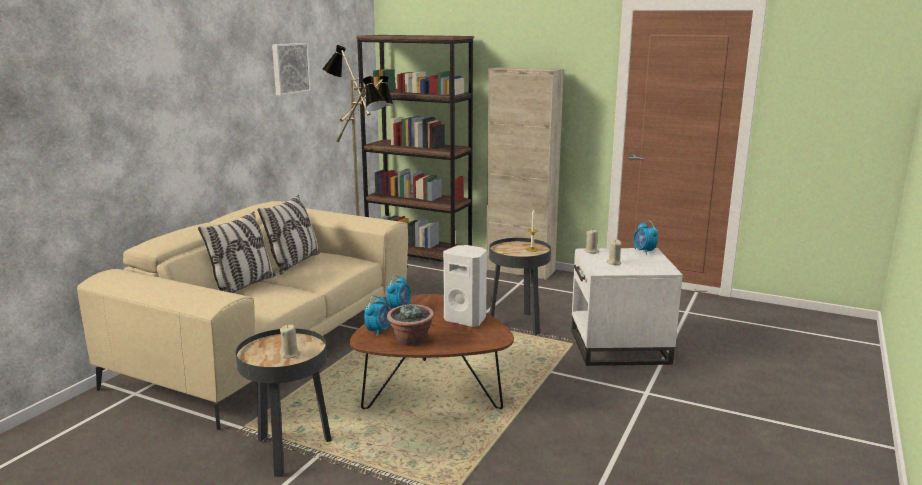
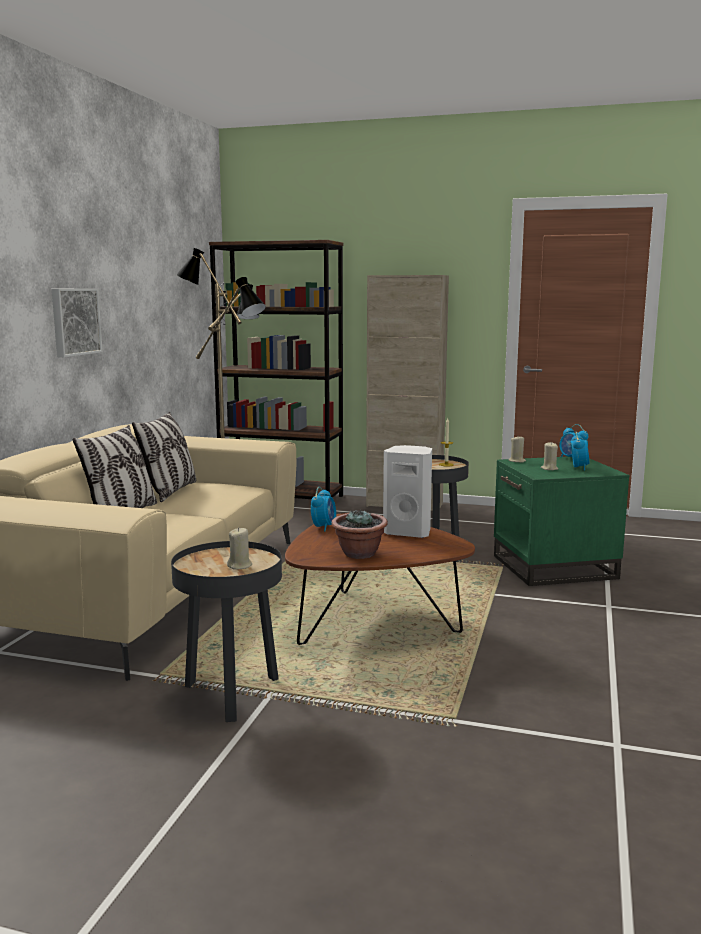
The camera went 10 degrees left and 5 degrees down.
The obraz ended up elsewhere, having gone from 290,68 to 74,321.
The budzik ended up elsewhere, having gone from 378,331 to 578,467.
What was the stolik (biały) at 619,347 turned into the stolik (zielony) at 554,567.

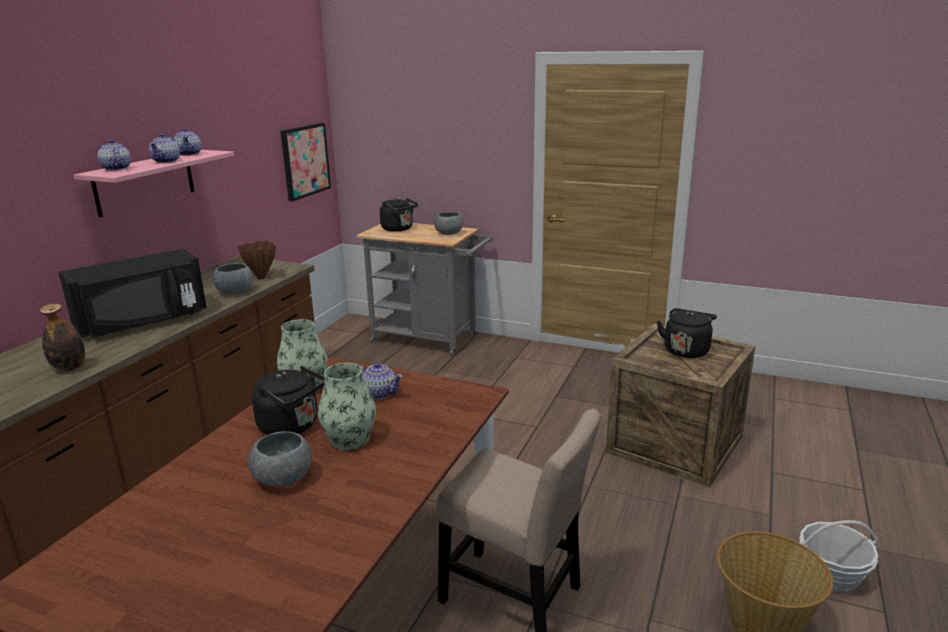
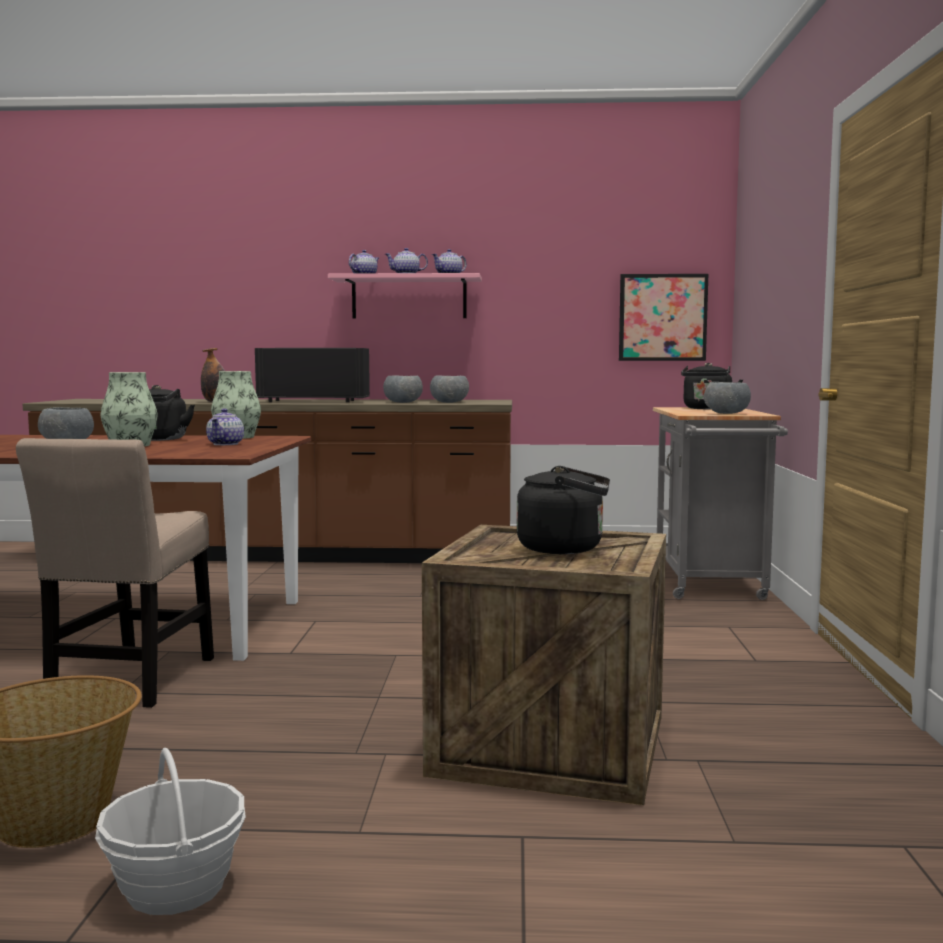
The camera went 70 degrees right and 15 degrees down.
Where the wazon (brązowy) stood at 260,278, the miska (szary) came to stand at 450,402.
The mikrofalówka (czarny) at 143,321 ended up facing another way, 150 degrees clockwise from before.

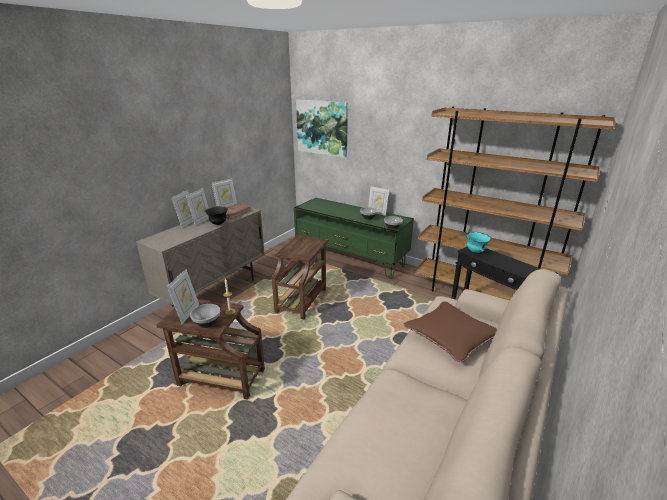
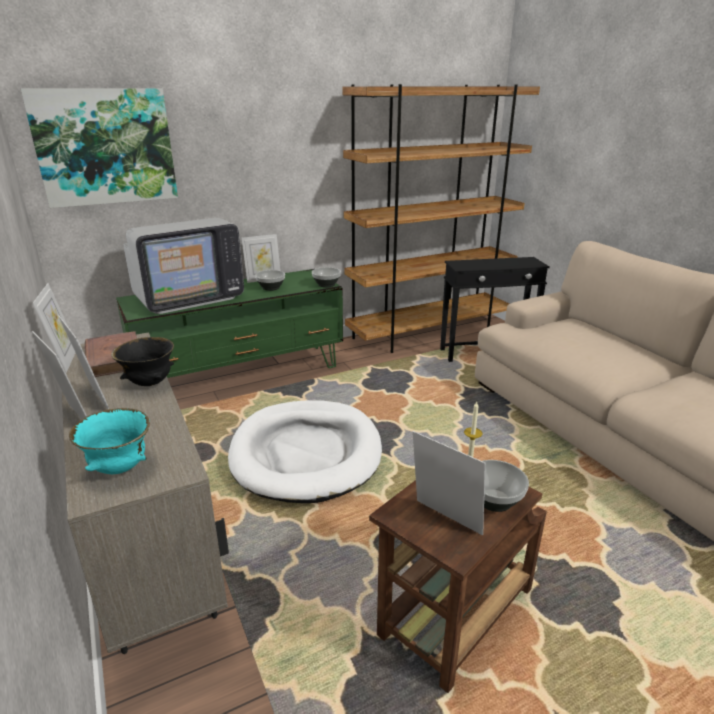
The camera went 60 degrees left and 0 degrees up.
The second view lost the poduszka (brązowy) at 450,335.
The second view gained the telewizor at 189,298.
The miska (turkusowy) ended up elsewhere, having gone from 475,252 to 119,469.
Where the stolik (brązowy) stood at 302,299, the legowisko (biały) came to stand at 306,454.

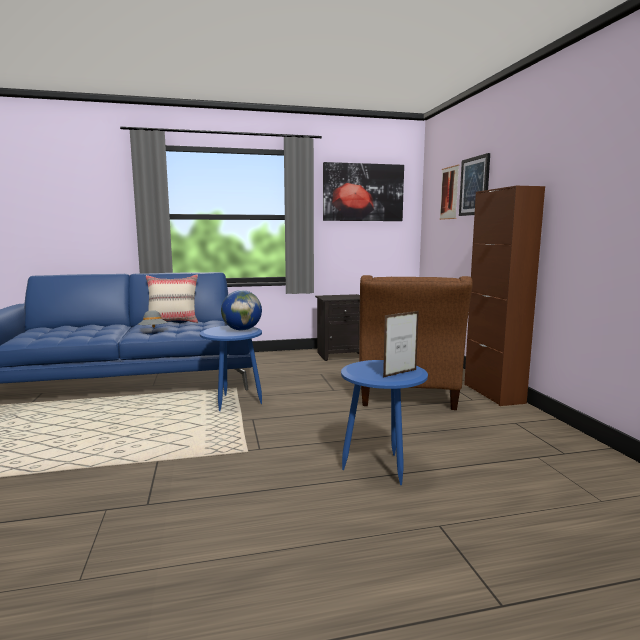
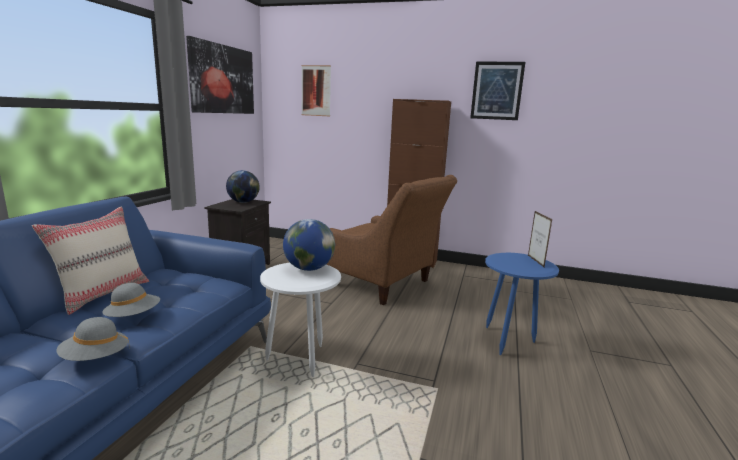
The camera went 60 degrees left and 5 degrees up.
The second view gained the kapelusz (szary) at 95,358.
The second view gained the globus at 243,202.
The obraz ended up elsewhere, having gone from 474,186 to 497,91.
What was the stolik (niebieski) at 233,404 turned into the stolik (biały) at 301,363.

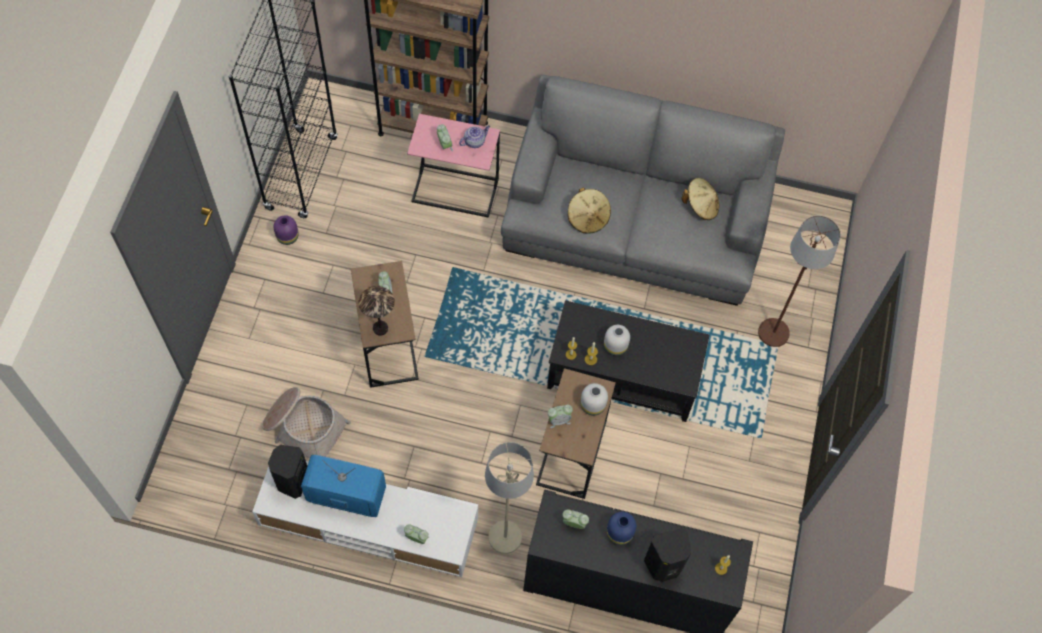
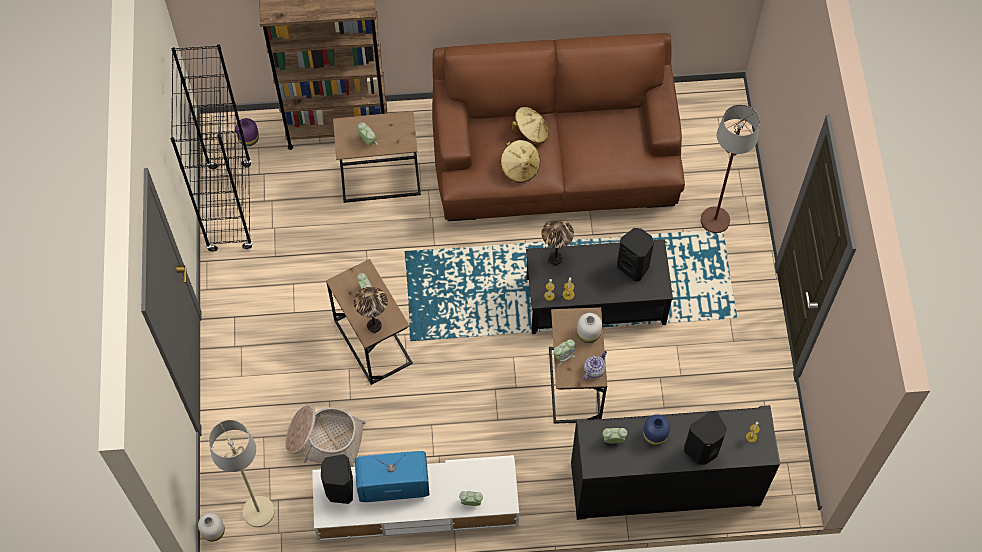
The camera went 15 degrees left and 0 degrees up.
The second view gained the lampa stołowa at 555,258.
The second view gained the głośnik (czarny) at 634,266.
The wazon (fioletowy) ended up elsewhere, having gone from 287,236 to 248,138.
The imbryk ended up elsewhere, having gone from 475,141 to 594,369.
The lampa stojąca (beżowy) ended up elsewhere, having gone from 504,537 to 258,512.
The wazon (biały) ended up elsewhere, having gone from 614,346 to 213,531.
The kapelusz (beżowy) ended up elsewhere, having gone from 701,206 to 531,132.
What was the stolik (różowy) at 455,190 turned into the stolik (brązowy) at 380,179.
What was the kanapa (szary) at 635,220 turned into the kanapa (brązowy) at 555,156.

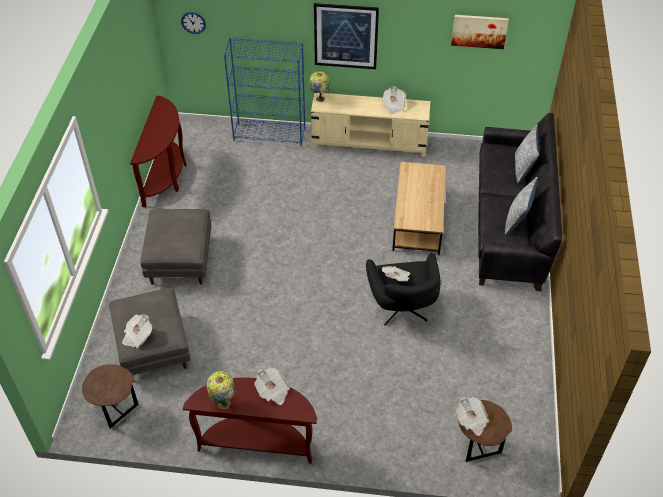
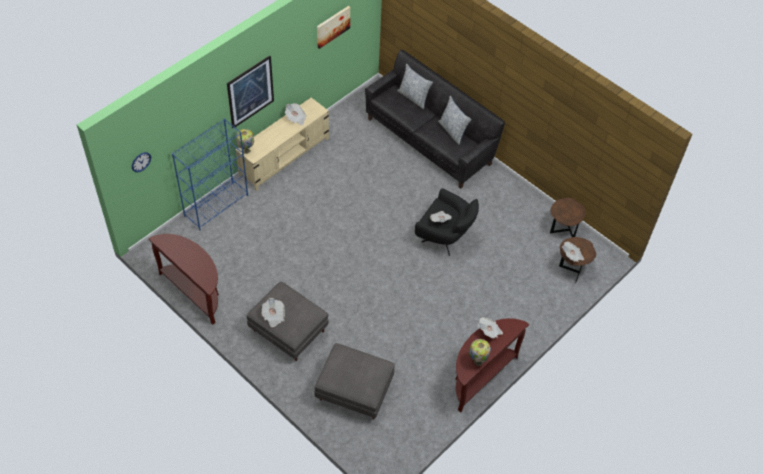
The camera went 55 degrees left and 5 degrees up.
The second view lost the ława (brązowy) at 418,219.
The stolik (brązowy) ended up elsewhere, having gone from 116,410 to 562,232.
The gazeta ended up elsewhere, having gone from 137,336 to 273,316.

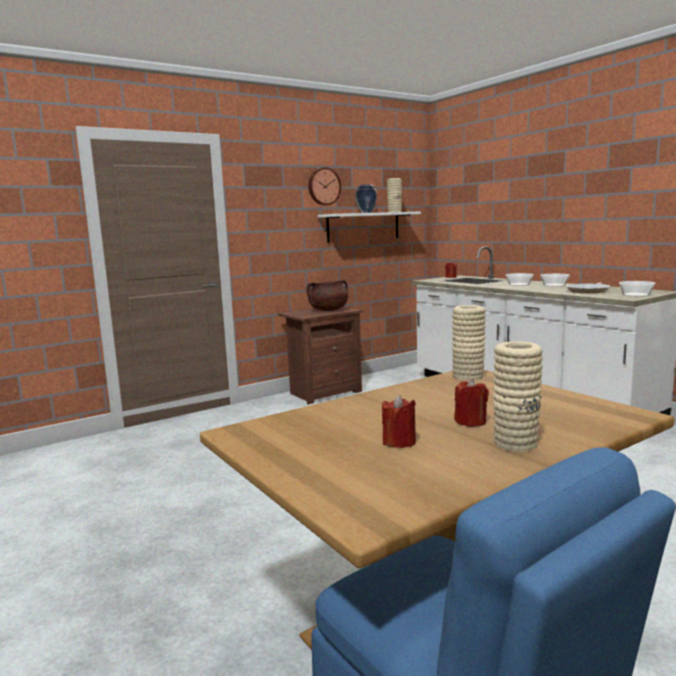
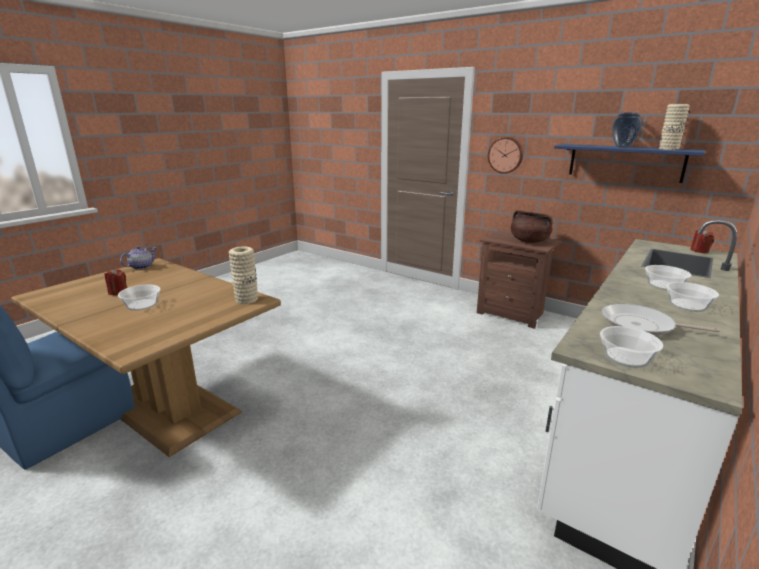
The camera went 70 degrees right and 10 degrees up.
The second view lost the wazon (beżowy) at 515,443.
The second view gained the imbryk at 141,267.
The zegar ścienny ended up elsewhere, having gone from 323,186 to 505,155.
Where the świeca (czerwony) stood at 470,422, the miska came to stand at 141,305.
What was the półka (biały) at 363,226 turned into the półka (niebieski) at 625,162.

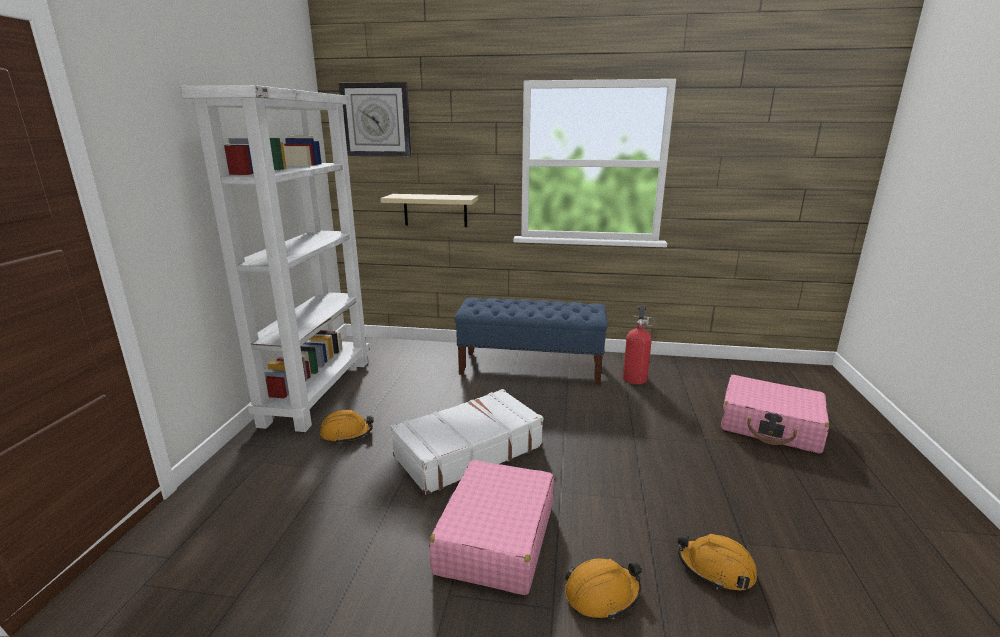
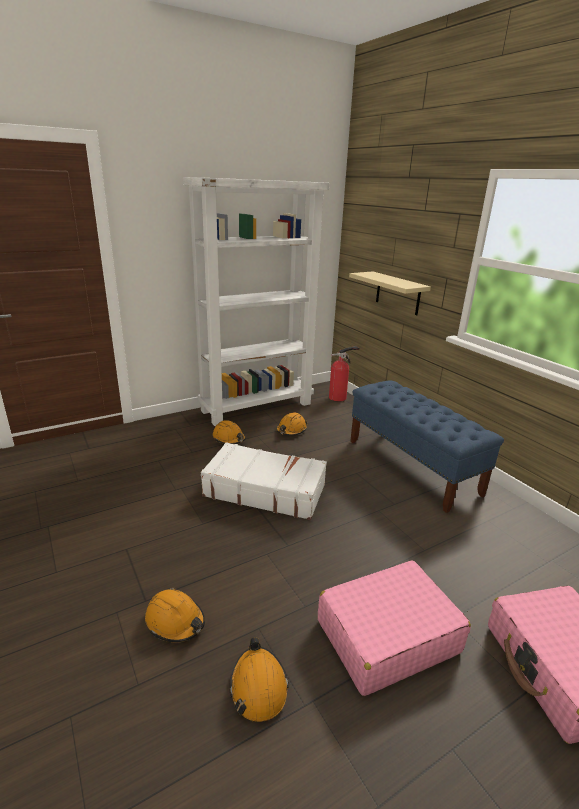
The camera went 50 degrees right and 5 degrees up.
The second view lost the zegar ścienny at 376,120.
The second view gained the kask (pomarańczowy) at 291,430.
The walizka (różowy) ended up elsewhere, having gone from 495,538 to 386,636.
The gaśnica ended up elsewhere, having gone from 635,377 to 339,397.

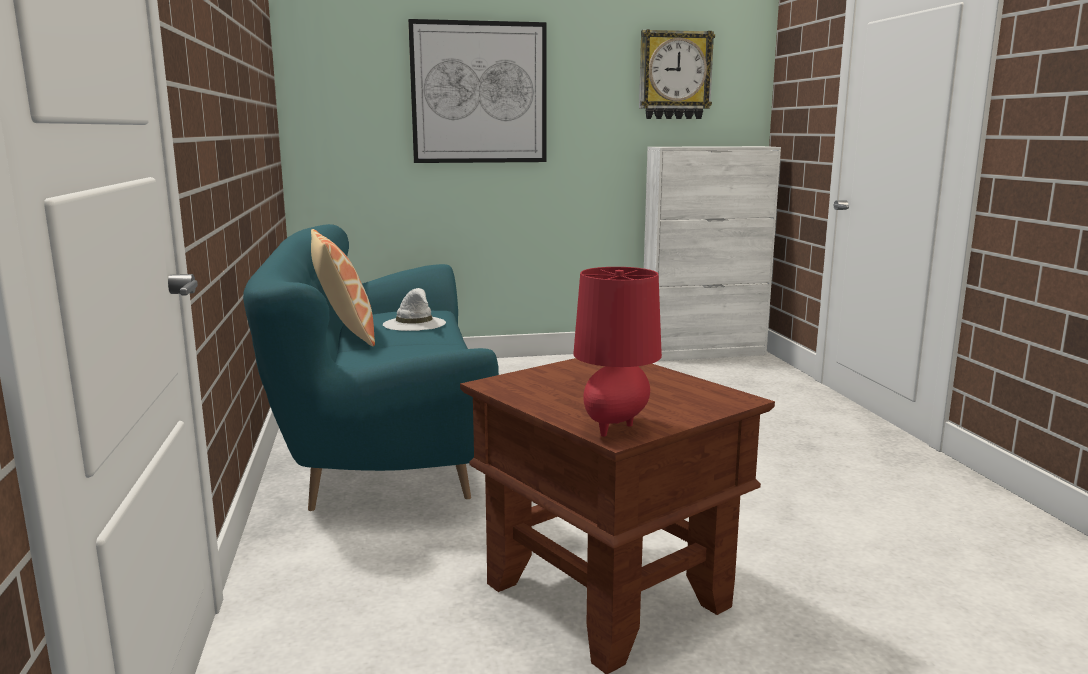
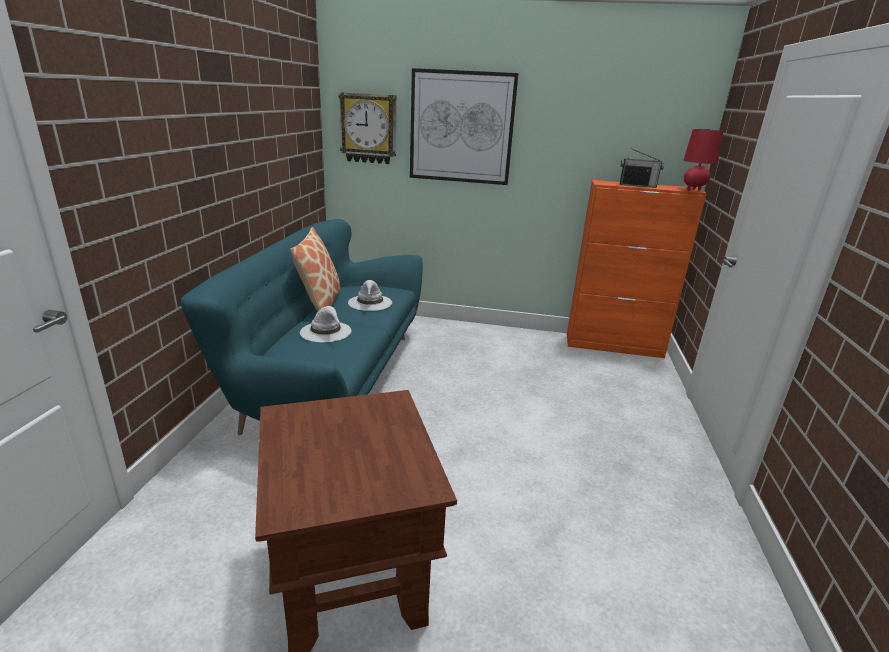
The camera went 20 degrees right and 10 degrees up.
The second view gained the kapelusz (biały) at 326,331.
The second view gained the radio at 637,185.
The lampa stołowa (czerwony) ended up elsewhere, having gone from 615,427 to 693,190.
The zegar ścienny ended up elsewhere, having gone from 674,75 to 369,128.
What was the szafka (biały) at 704,353 turned into the szafka (pomarańczowy) at 614,346.

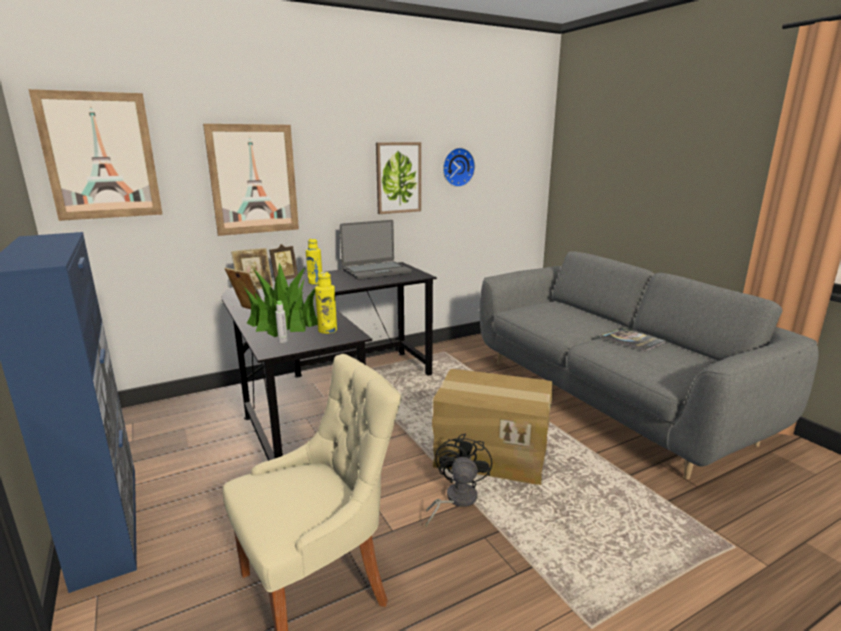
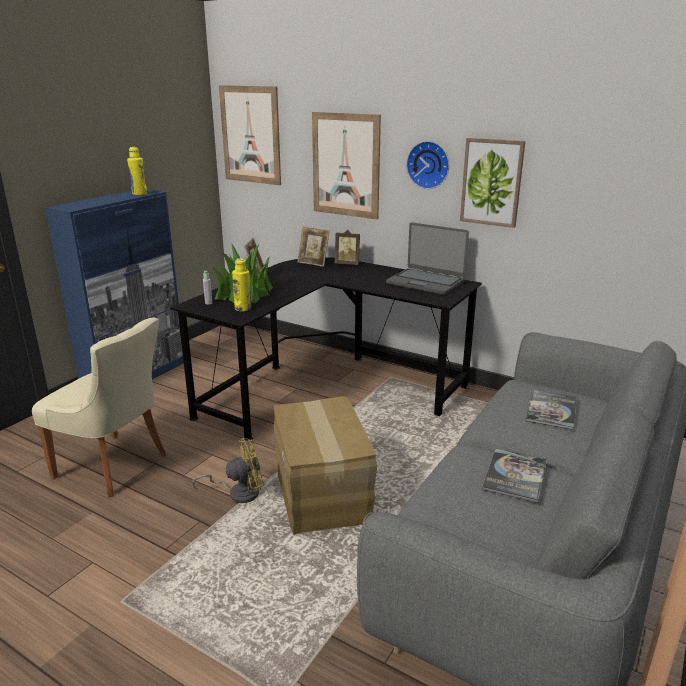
The camera went 60 degrees right and 5 degrees up.
The second view gained the książka at 551,410.
The butelka (żółty) ended up elsewhere, having gone from 315,283 to 139,194.
The zegar ścienny ended up elsewhere, having gone from 457,167 to 429,164.
What was the wentylator (czarny) at 455,500 turned into the wentylator (żółty) at 238,493.

